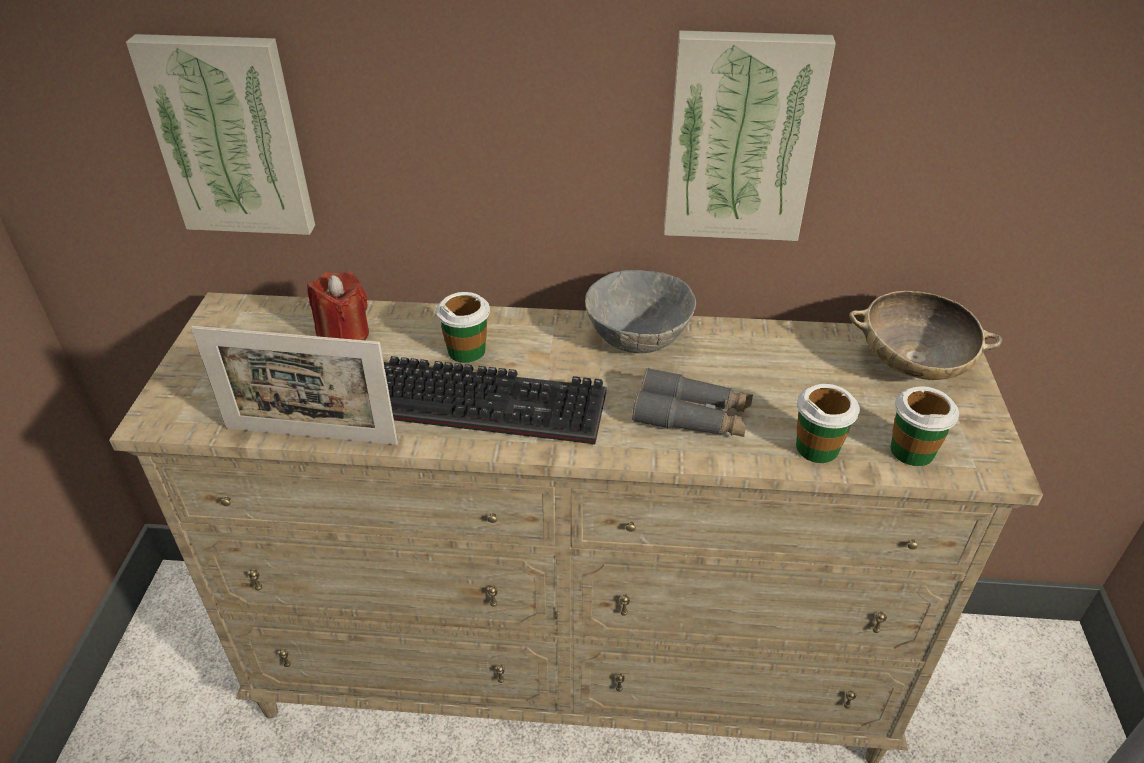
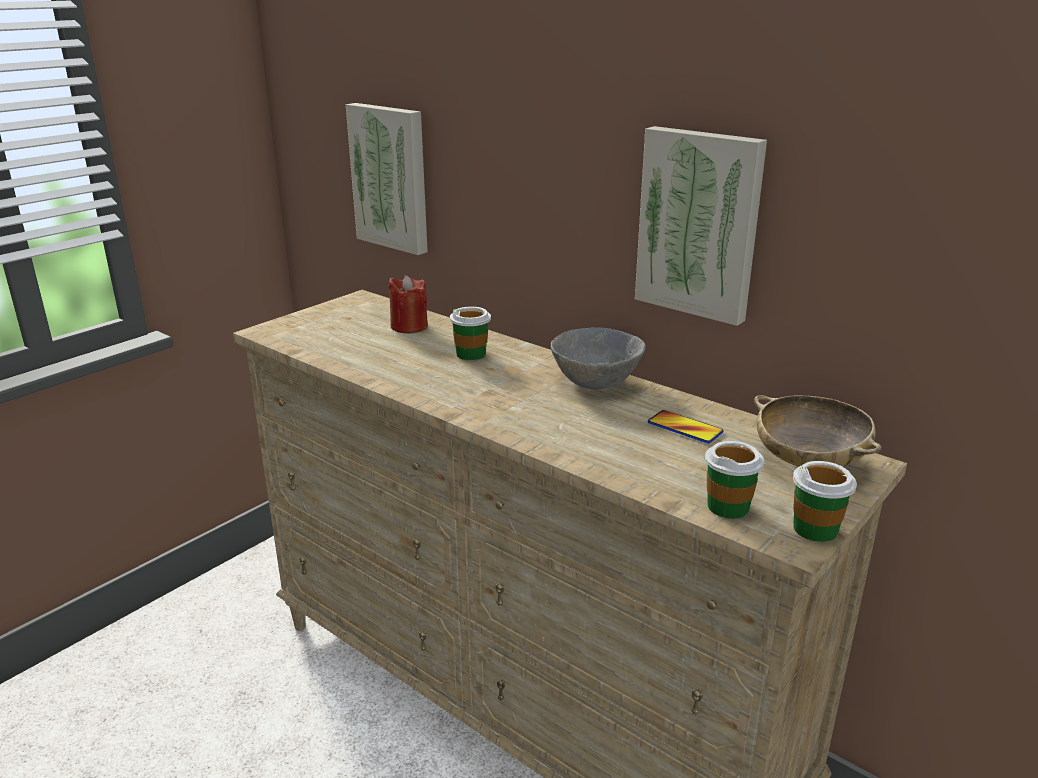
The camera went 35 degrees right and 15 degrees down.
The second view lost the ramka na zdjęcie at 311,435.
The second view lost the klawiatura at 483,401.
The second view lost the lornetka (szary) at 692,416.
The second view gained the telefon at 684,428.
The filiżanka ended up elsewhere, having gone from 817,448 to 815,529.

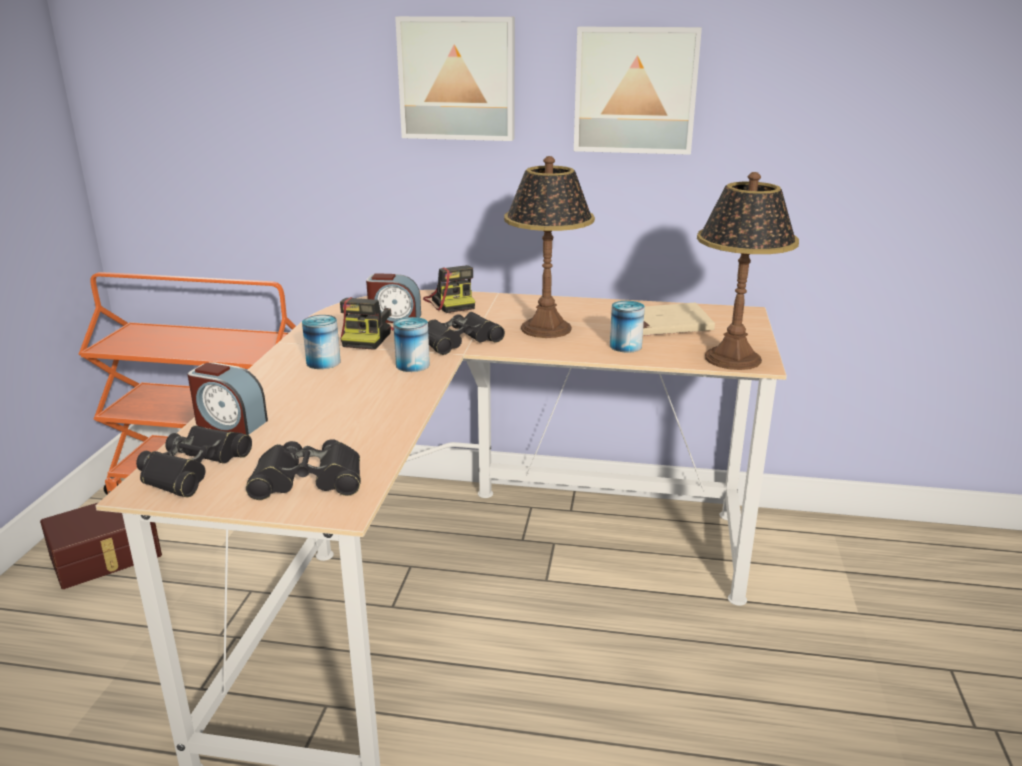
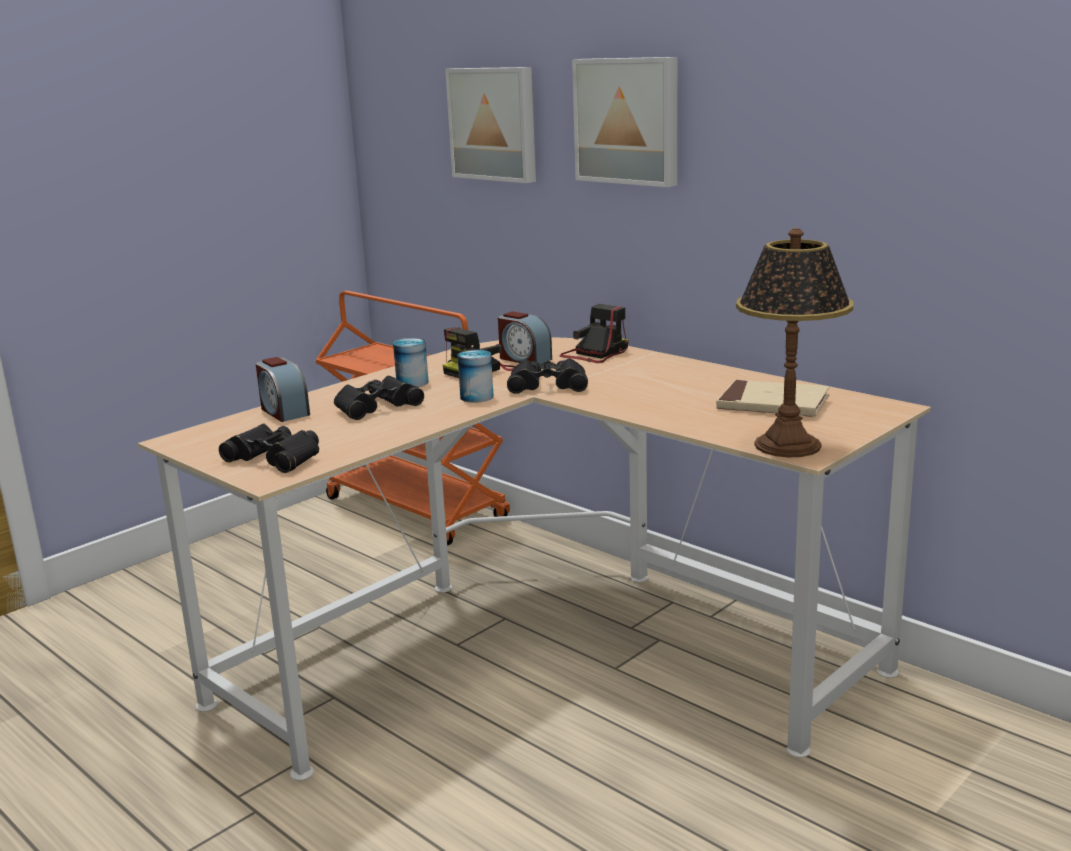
The camera went 35 degrees right and 5 degrees down.
The second view lost the pojemnik do przechowywania (brązowy) at 106,557.
The second view lost the lampa stołowa at 546,328.
The second view lost the puszka at 625,346.
The lornetka (czarny) ended up elsewhere, having gone from 193,469 to 376,406.
The obraz ended up elsewhere, having gone from 635,90 to 494,124.
The aparat fotograficzny at 451,303 ended up facing another way, 150 degrees counterclockwise from before.

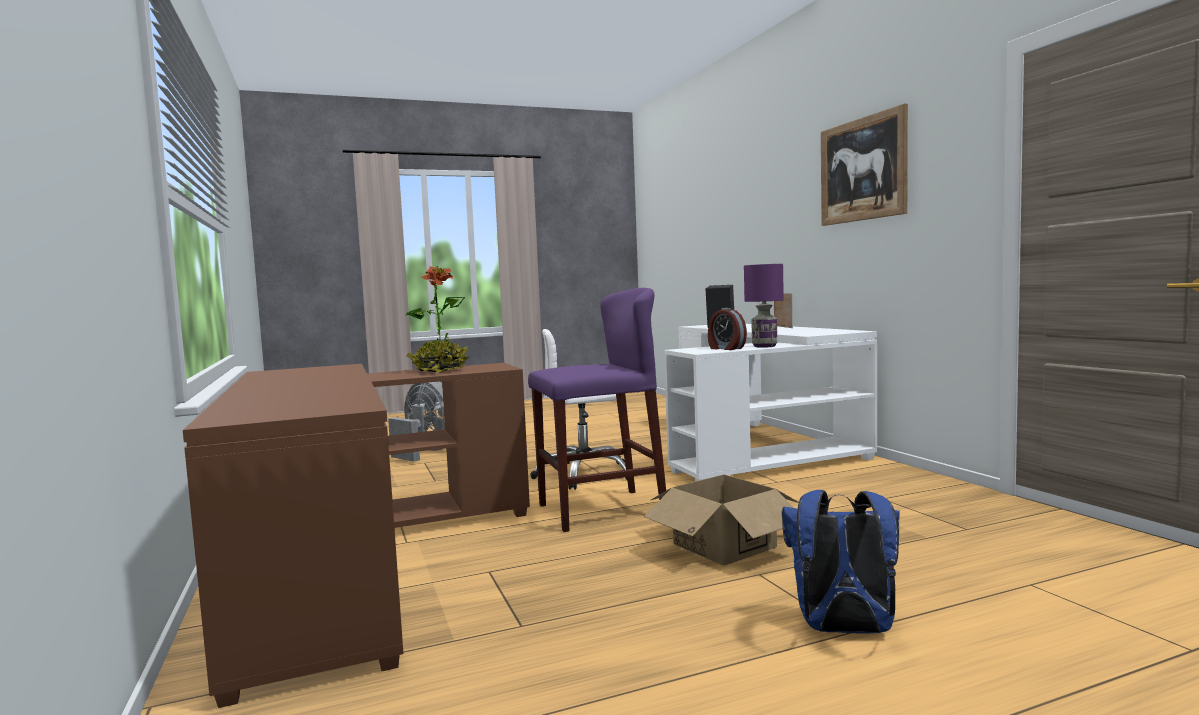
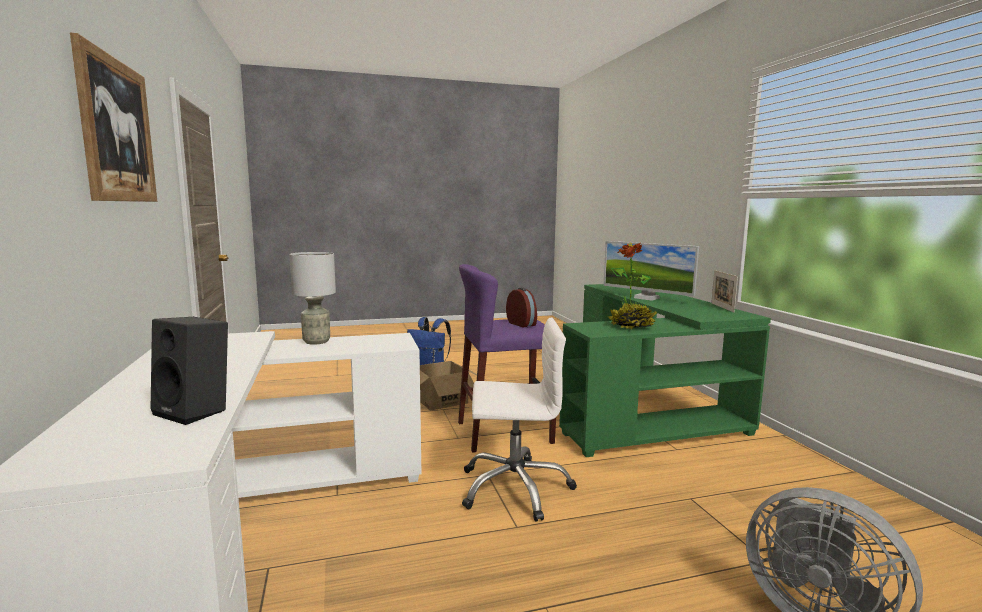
The camera went 175 degrees left and 5 degrees up.
The second view gained the monitor at 646,298.
The budzik ended up elsewhere, having gone from 726,348 to 522,324.
The ramka na zdjęcie ended up elsewhere, having gone from 783,327 to 722,307.
What was the biurko (brązowy) at 359,562 turned into the biurko (zielony) at 647,407.
What was the lampa stołowa (fioletowy) at 765,346 turned into the lampa stołowa (szary) at 316,341.

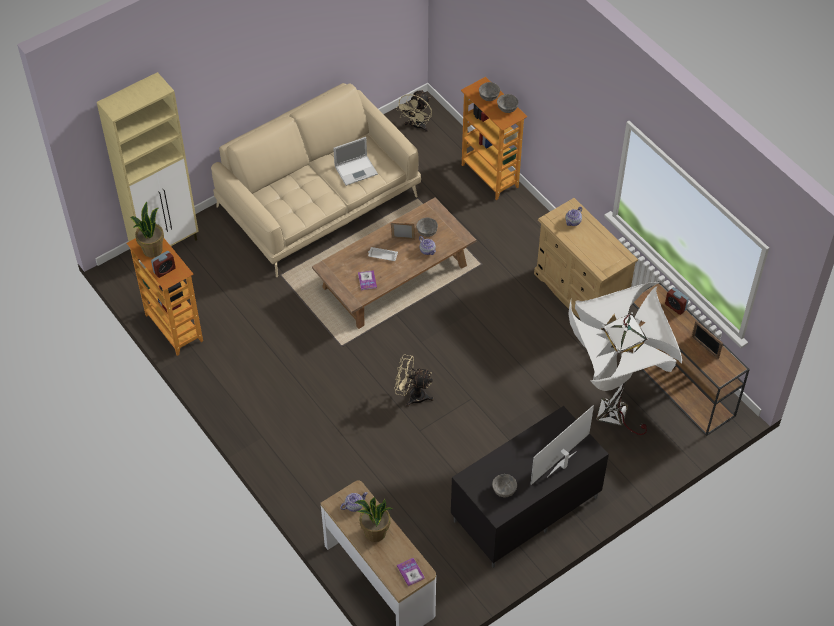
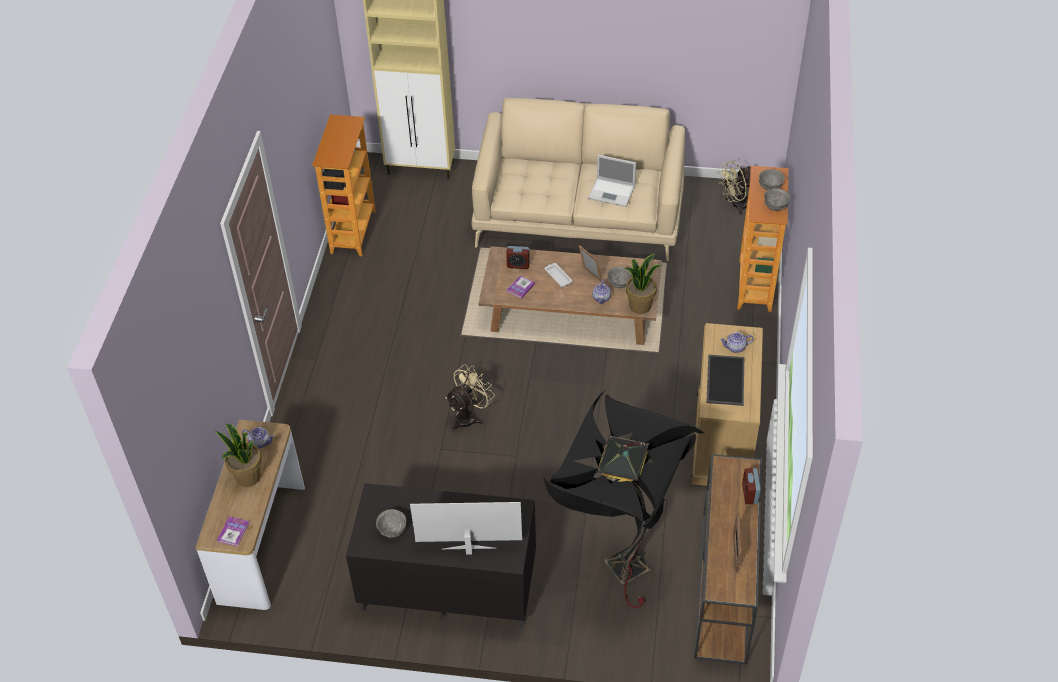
The camera went 45 degrees right and 5 degrees down.
The second view gained the taca at 724,379.
The roślina doniczkowa ended up elsewhere, having gone from 152,250 to 640,305.
The budzik ended up elsewhere, having gone from 164,270 to 518,265.
What was the lampa stojąca (biały) at 609,419 turned into the lampa stojąca (czarny) at 617,569.
The wentylator (beżowy) at 412,395 ended up facing another way, 75 degrees clockwise from before.

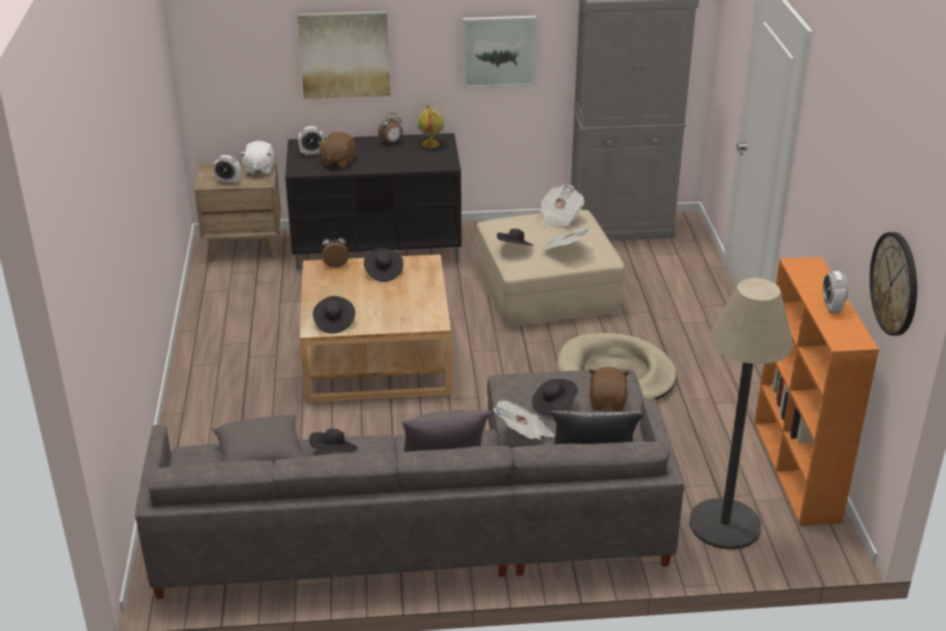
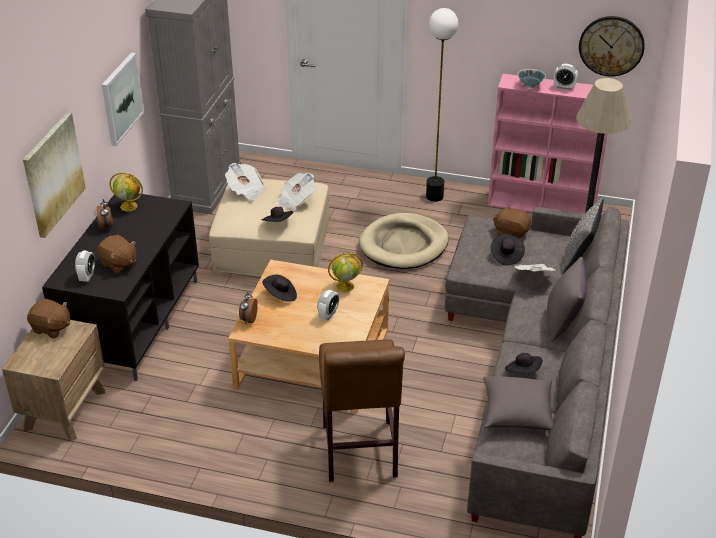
The camera went 70 degrees left and 5 degrees up.
The second view lost the kapelusz (czarny) at 334,323.
The second view gained the stołek (brązowy) at 360,455.
The second view gained the globus at 345,286.
The second view gained the lampa stojąca at 434,196.
The second view gained the miska at 530,86.
The budzik ended up elsewhere, having gone from 228,182 to 328,315.
What was the pluszak (biały) at 259,169 turned into the pluszak (brązowy) at 51,328.
What was the regał (pomarańczowy) at 797,472 turned into the regał (różowy) at 543,205.

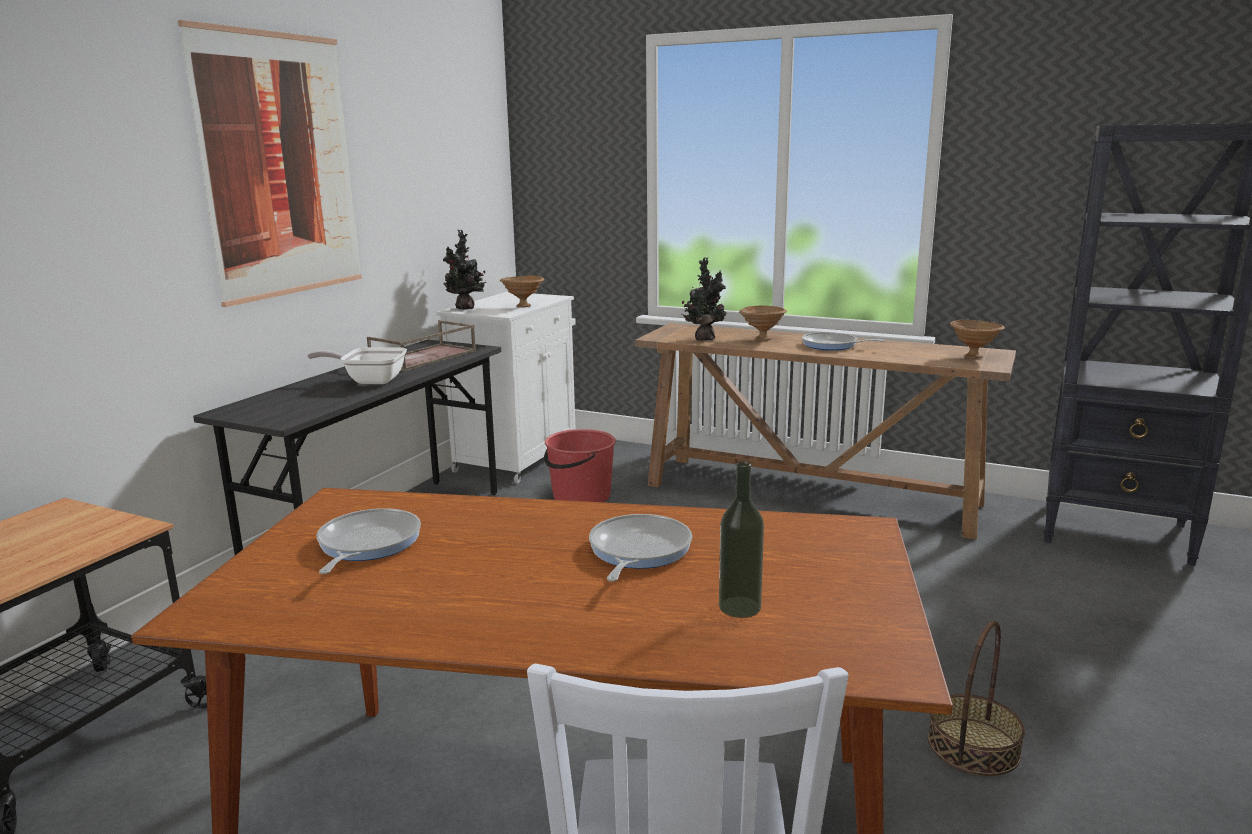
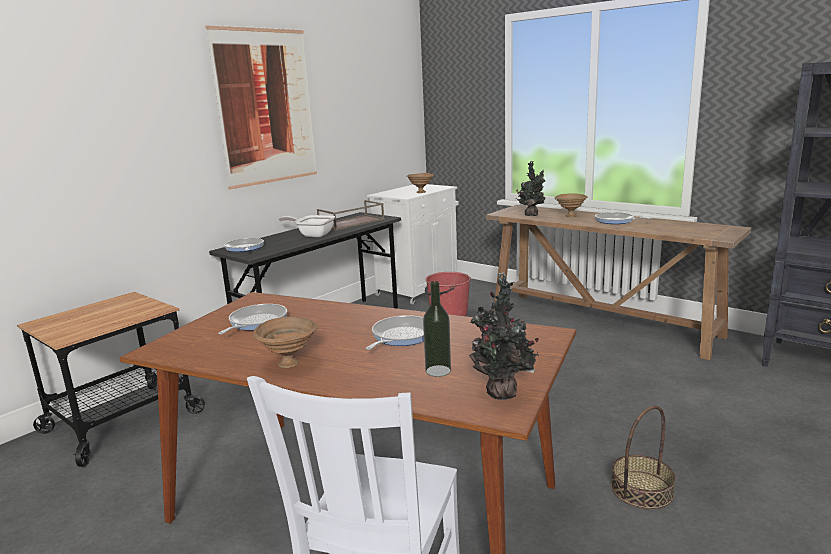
The camera went 15 degrees right and 0 degrees up.
The second view gained the patelnia at 244,248.
The roślina doniczkowa ended up elsewhere, having gone from 465,308 to 503,395.
The miska (brązowy) ended up elsewhere, having gone from 973,356 to 290,363.

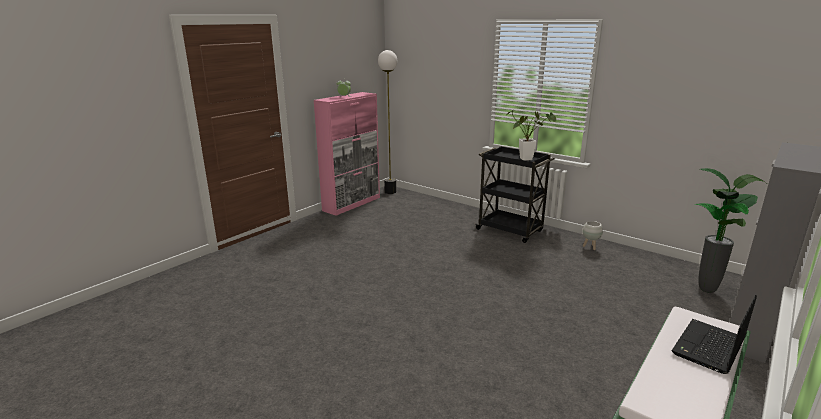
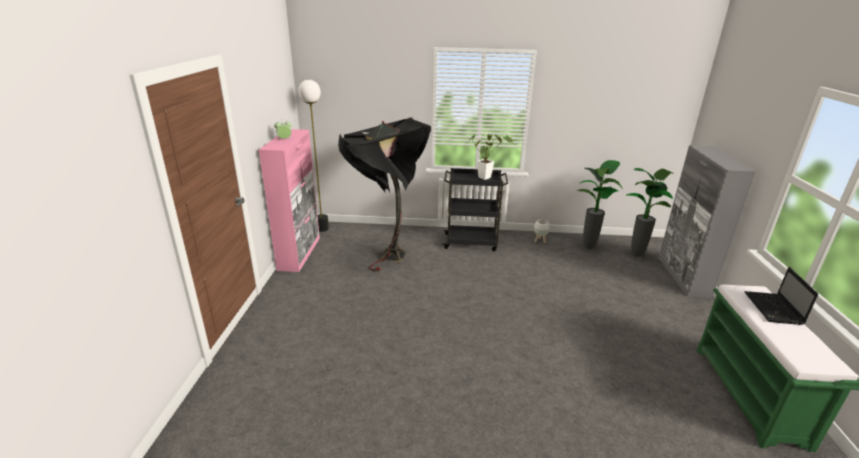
The camera went 35 degrees left and 5 degrees up.
The second view gained the lampa stojąca (czarny) at 385,255.
The second view gained the roślina doniczkowa at 589,247.

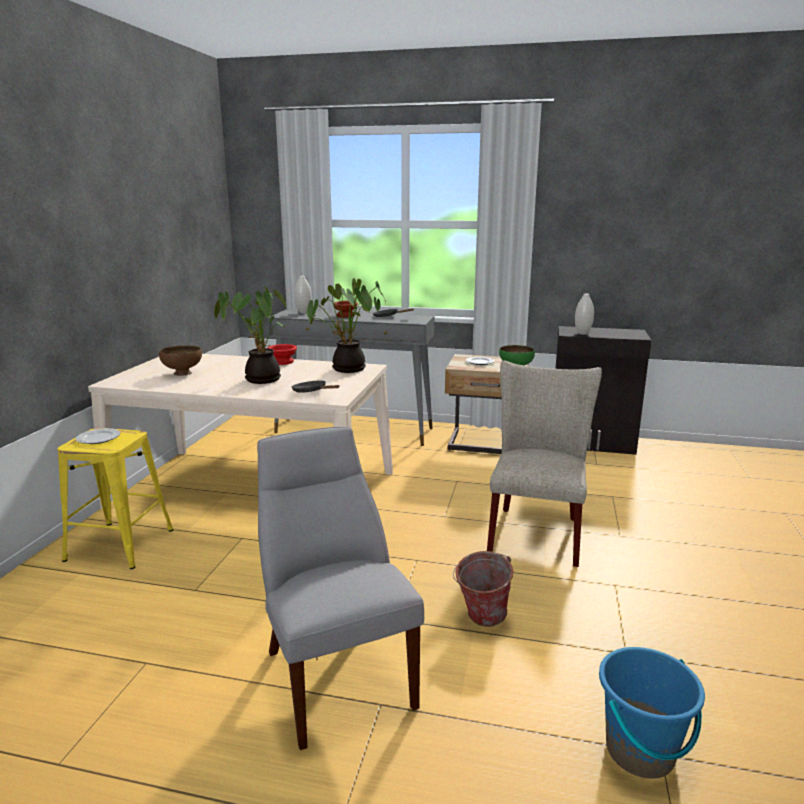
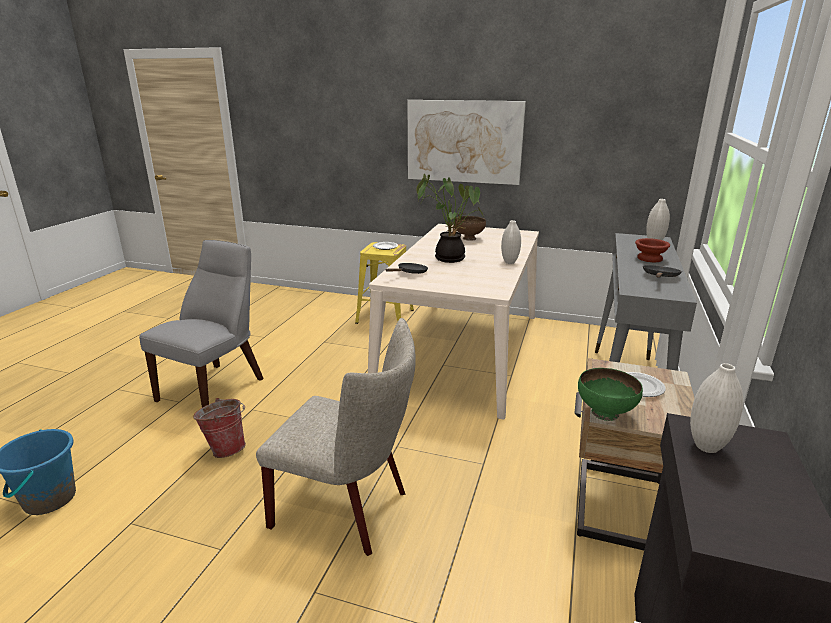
The camera went 95 degrees right and 5 degrees up.
The second view lost the roślina doniczkowa at 347,370.
The second view gained the obraz at 464,141.
Where the miska (czerwony) stood at 283,362, the wazon (biały) came to stand at 509,262.
The krzesło (szary) at 335,673 ended up facing another way, 45 degrees counterclockwise from before.

